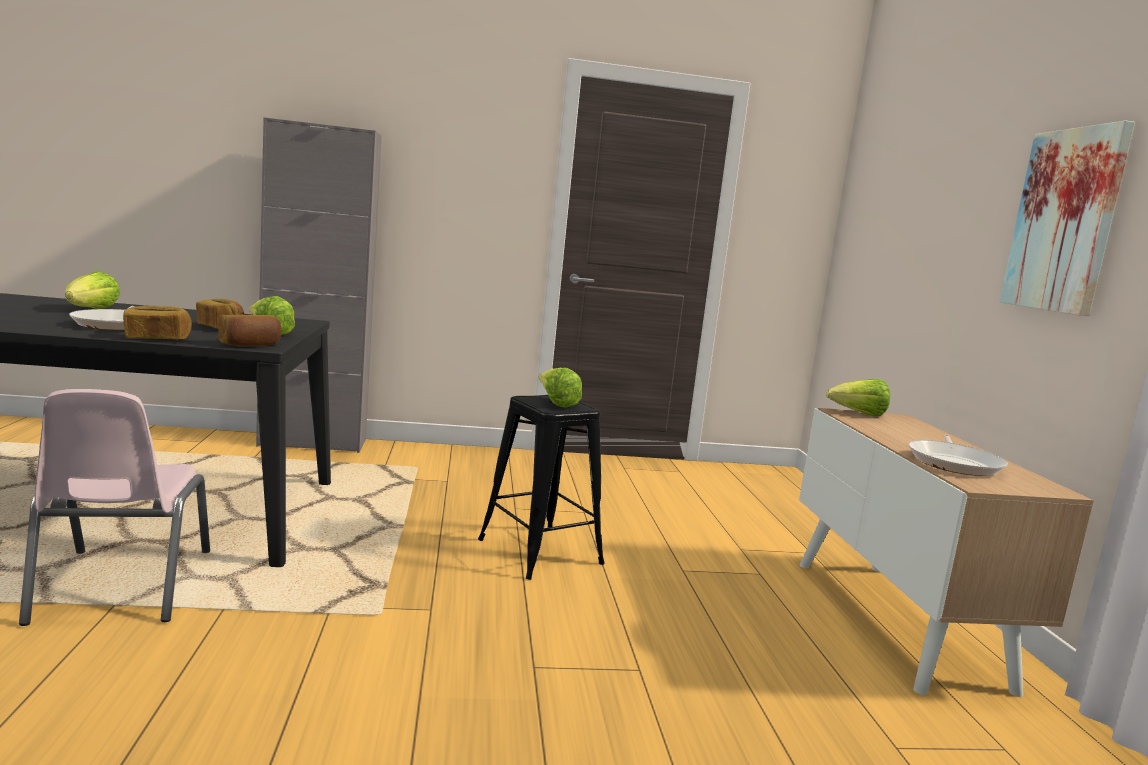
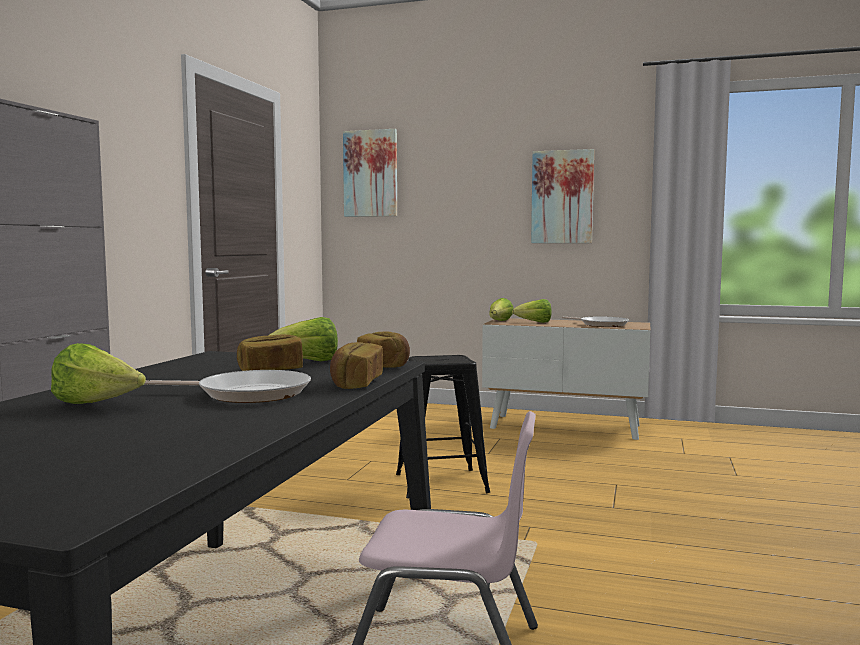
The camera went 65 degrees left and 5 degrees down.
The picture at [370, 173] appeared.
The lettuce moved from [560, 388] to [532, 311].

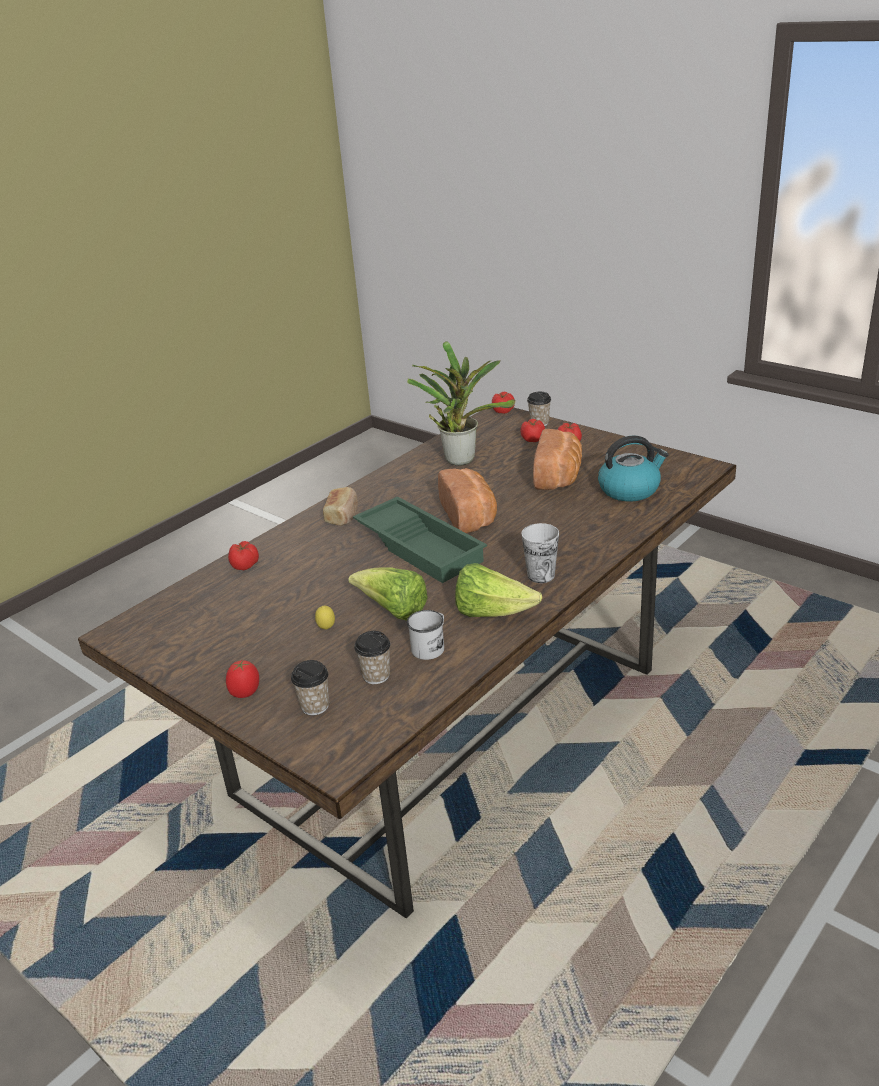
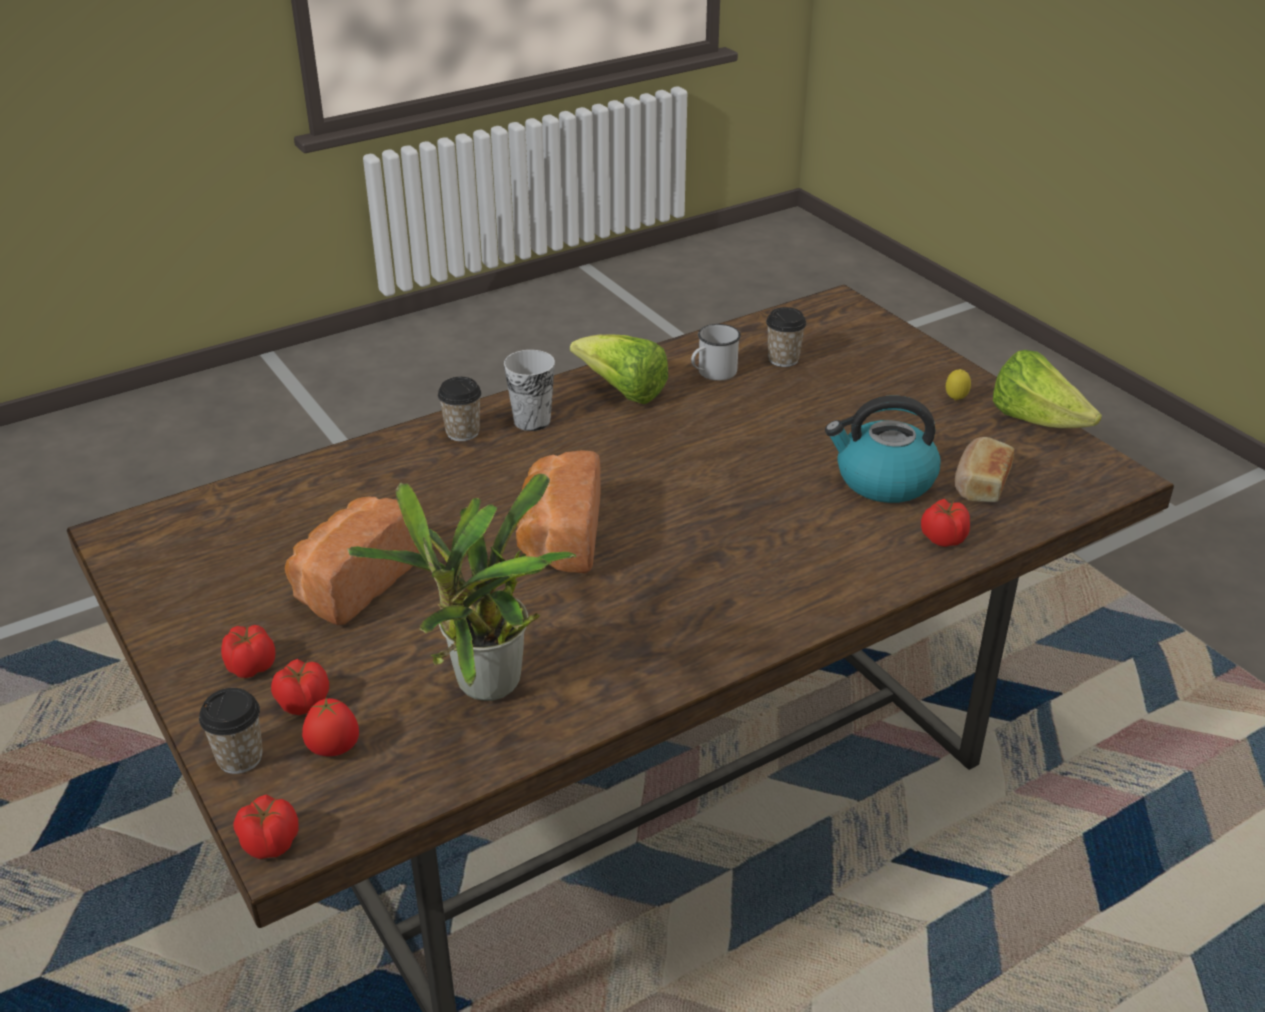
The camera went 165 degrees left and 5 degrees up.
The green tray at [420, 539] disappeared.
The tomato moved from [242, 679] to [330, 727].
The cup moved from [310, 687] to [459, 409].
The lemon moved from [325, 618] to [958, 384].
The bread moved from [340, 506] to [985, 469].
The lettuce moved from [388, 594] to [1047, 389].
The kettle moved from [633, 468] to [883, 449].

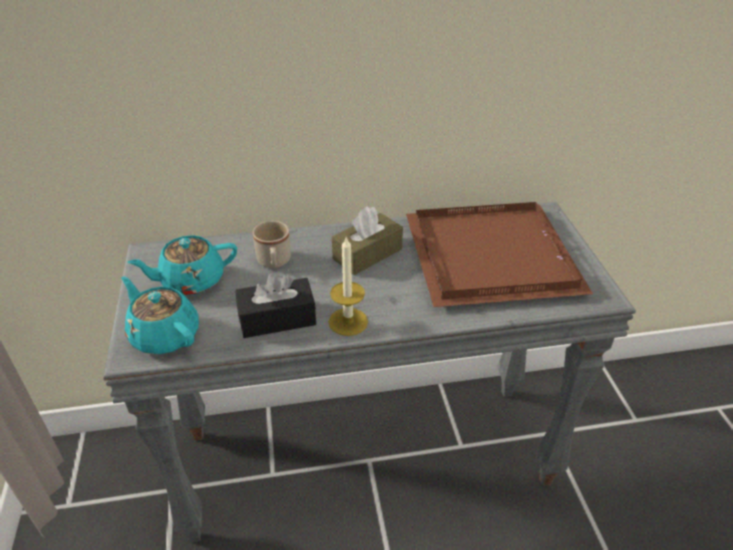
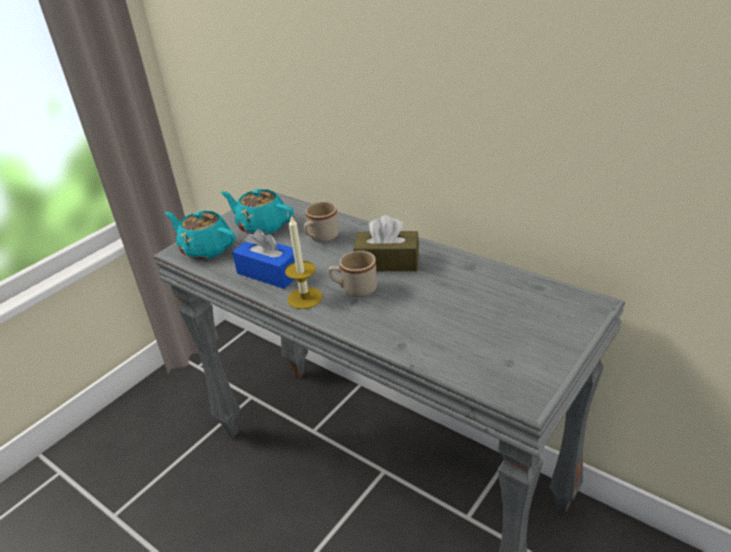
The camera went 50 degrees right and 5 degrees down.
The brown tray at [499, 254] disappeared.
The beige mug at [352, 274] appeared.
The black tissue box at [275, 305] became the blue tissue box at [263, 259].
The turquoise teapot at [160, 315] turned 60 degrees counterclockwise.

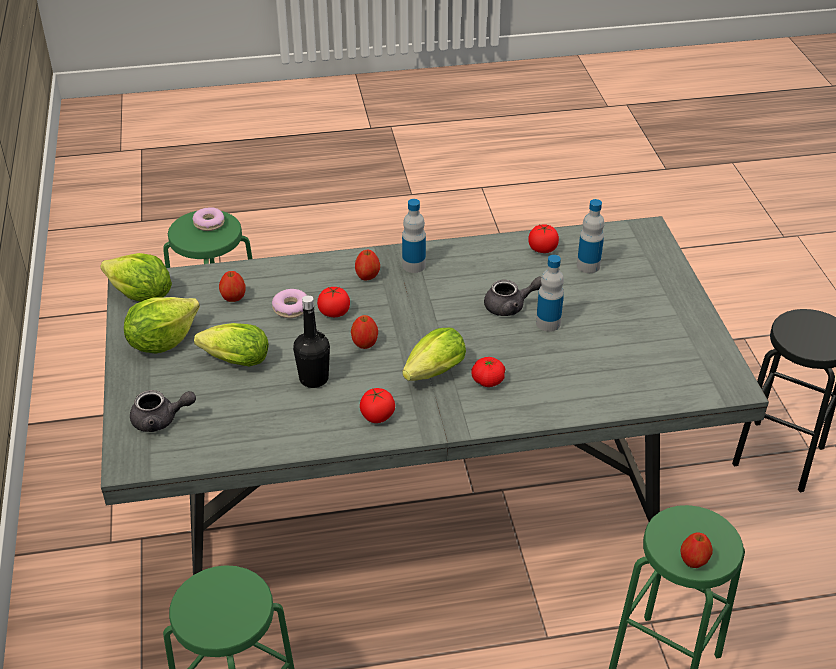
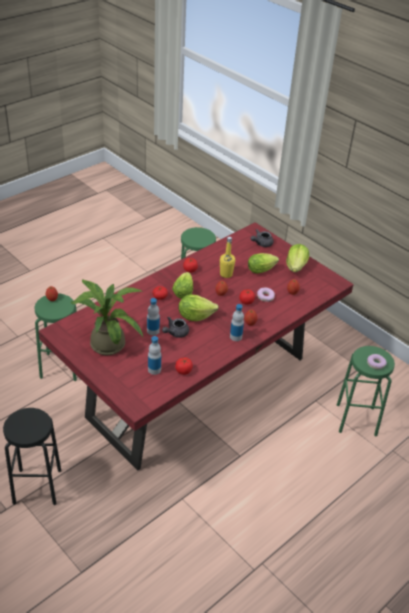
The camera went 145 degrees right and 0 degrees up.
The potted plant at [107, 317] appeared.
The lettuce moved from [136, 277] to [199, 307].
The grey dining table at [435, 395] became the red dining table at [196, 346].
The black bottle at [311, 341] became the yellow bottle at [227, 257].

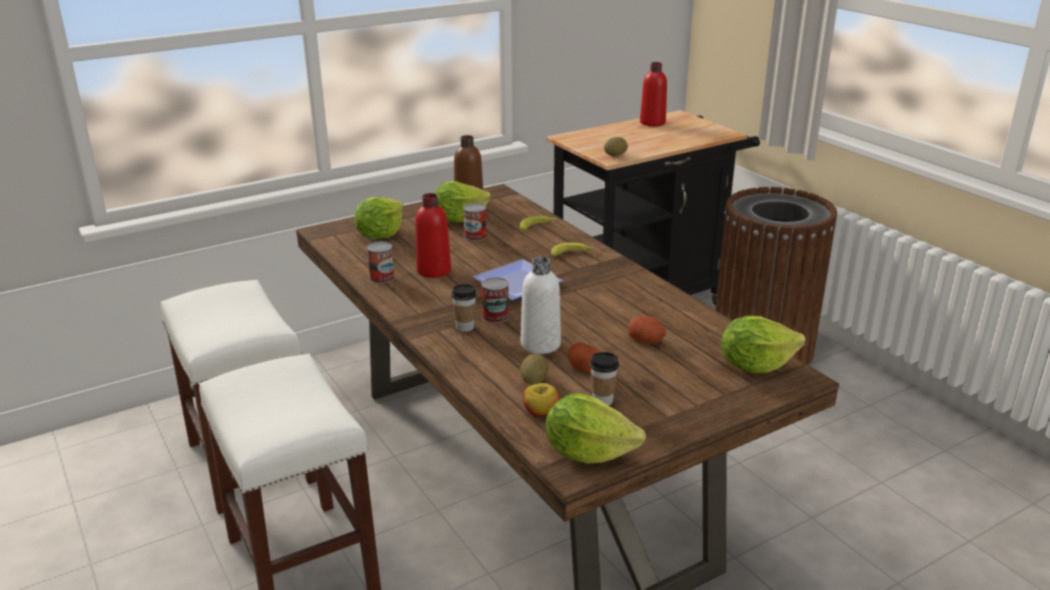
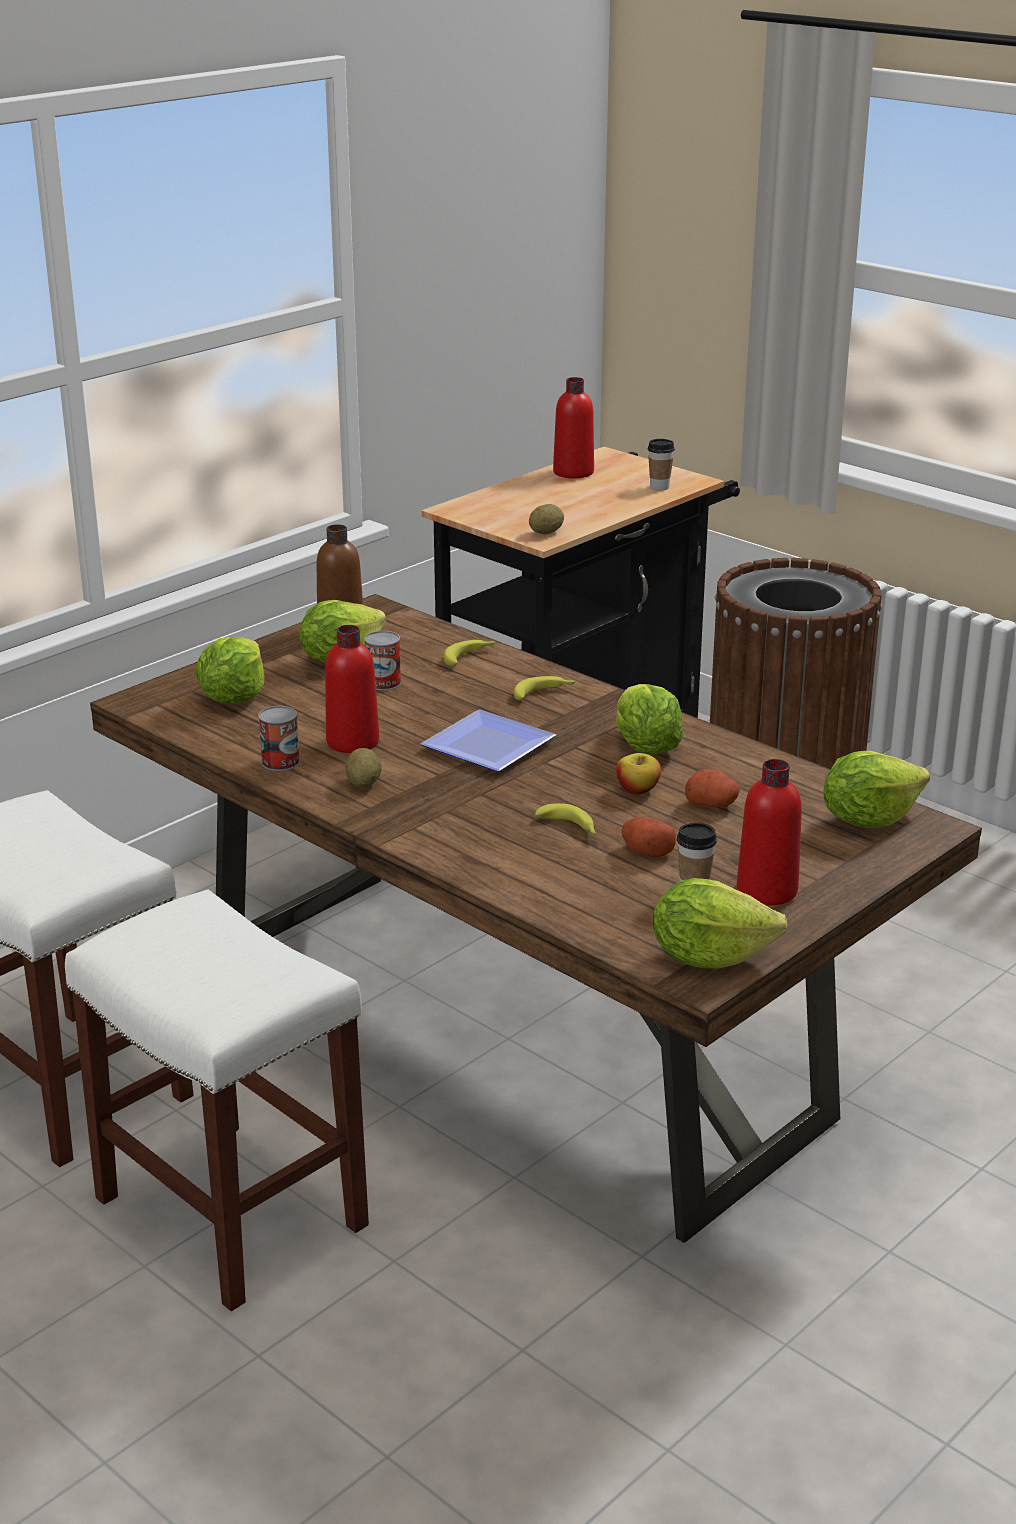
The camera went 15 degrees left and 0 degrees up.
The can at [495, 300] disappeared.
The lettuce at [649, 719] appeared.
The red bottle at [769, 832] appeared.
The cup moved from [464, 308] to [661, 465].
The potato moved from [534, 369] to [363, 767].
The apple moved from [541, 400] to [638, 774].
The white bottle at [541, 305] was replaced by the banana at [565, 819].

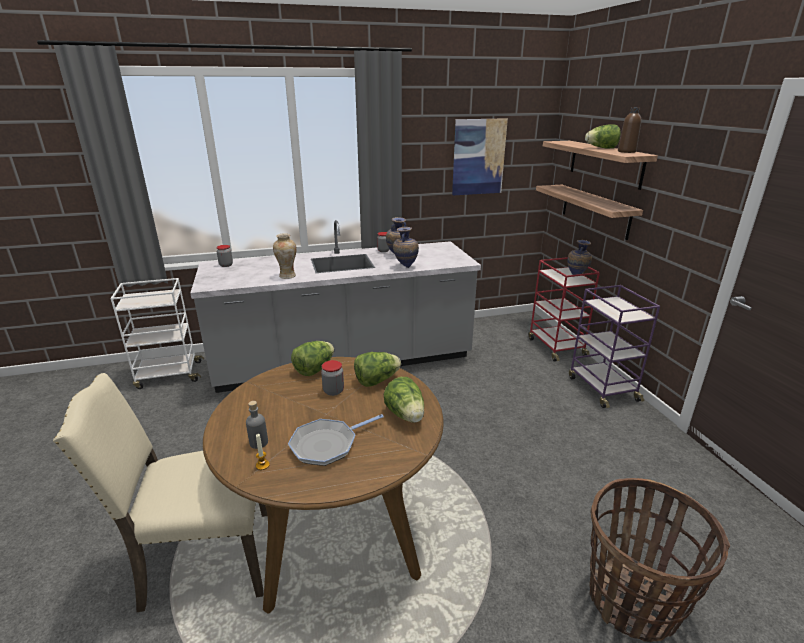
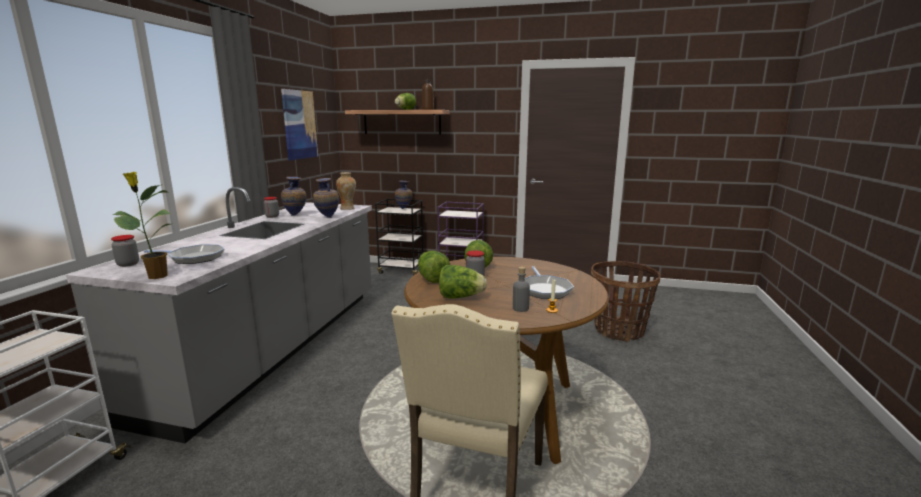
The camera went 60 degrees left and 10 degrees down.
The shelf at [589, 212] disappeared.
The potted plant at [142, 225] appeared.
The frying pan at [184, 254] appeared.
The vase moved from [284, 256] to [346, 191].
The lettuce moved from [403, 400] to [463, 282].
The red cart at [564, 309] became the black cart at [399, 237].

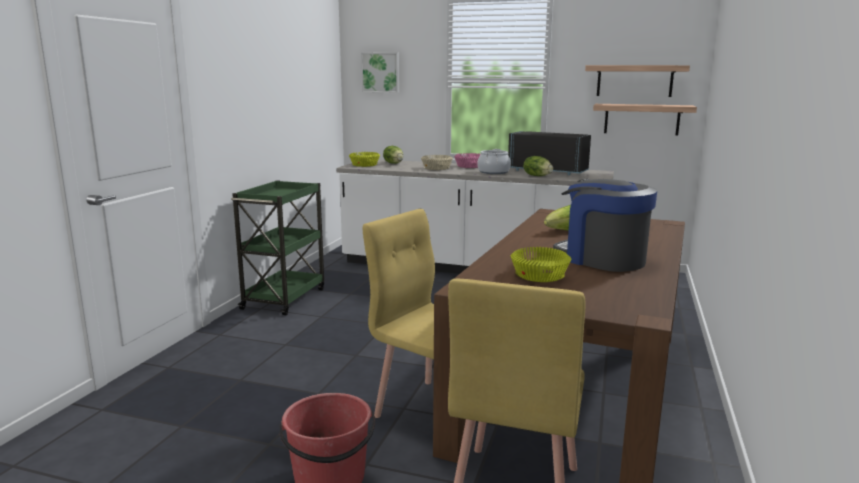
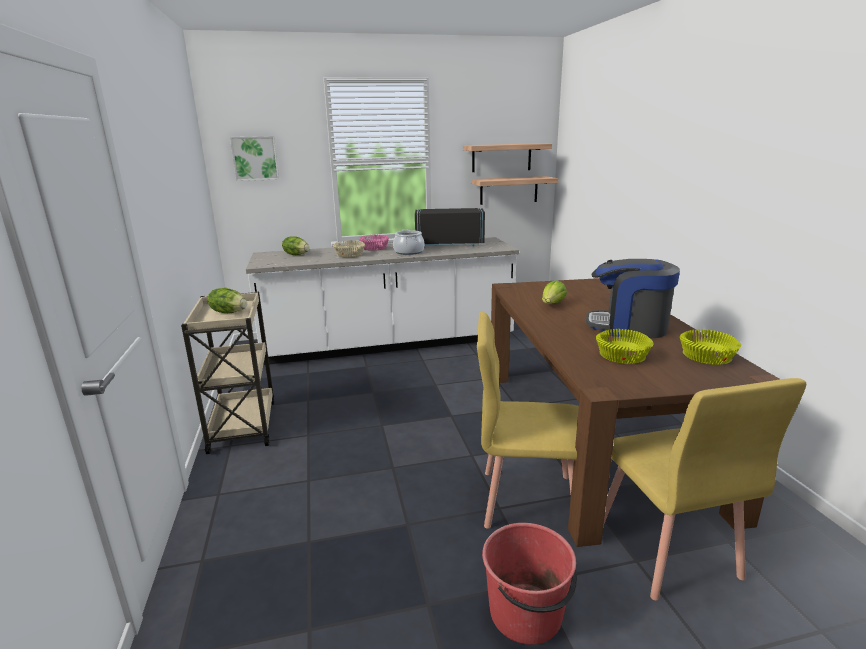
The camera went 30 degrees left and 5 degrees up.
The yellow bowl moved from [364, 159] to [710, 347].
The lettuce moved from [538, 166] to [227, 300].
The green cart at [277, 248] became the beige cart at [228, 373].

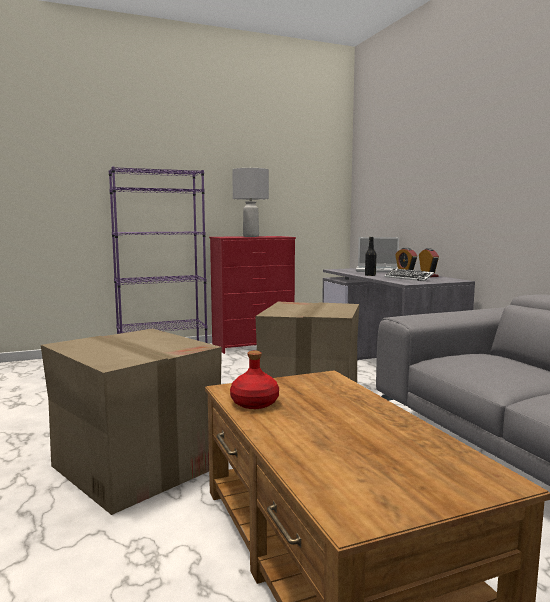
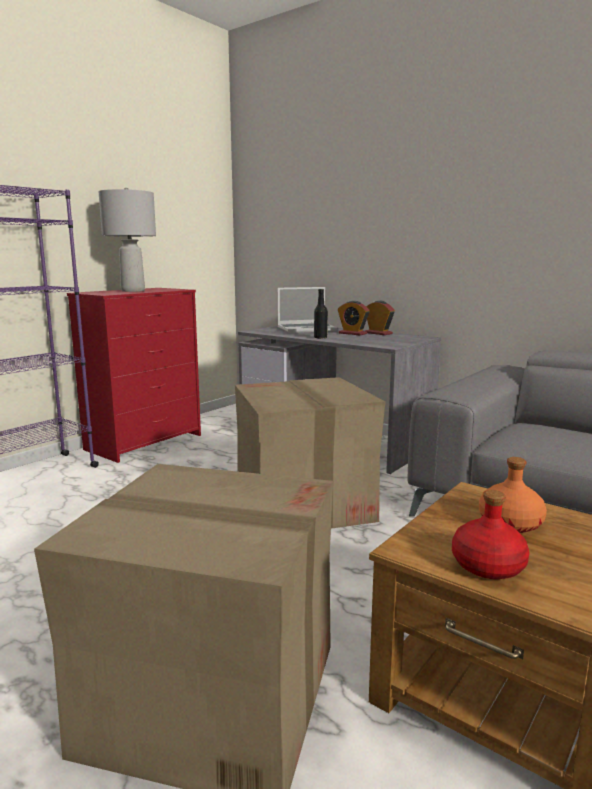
The camera went 30 degrees left and 5 degrees up.
The keyboard at [409, 274] disappeared.
The orange bottle at [513, 495] appeared.

